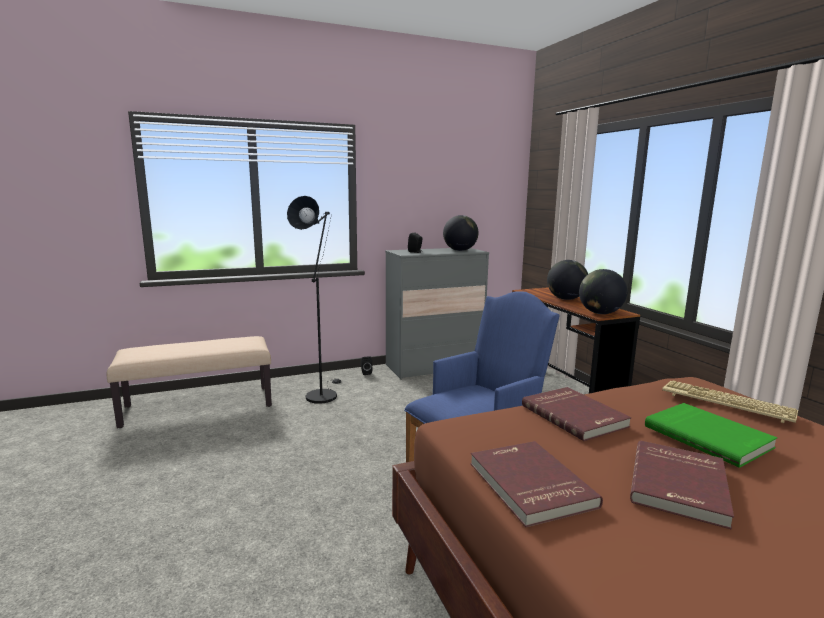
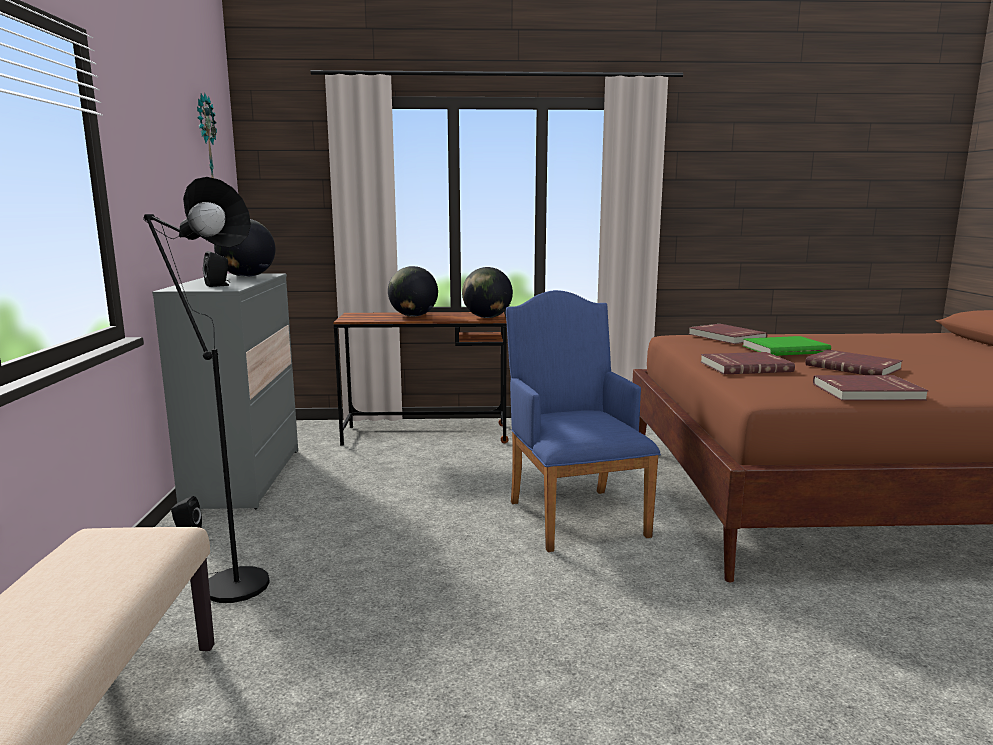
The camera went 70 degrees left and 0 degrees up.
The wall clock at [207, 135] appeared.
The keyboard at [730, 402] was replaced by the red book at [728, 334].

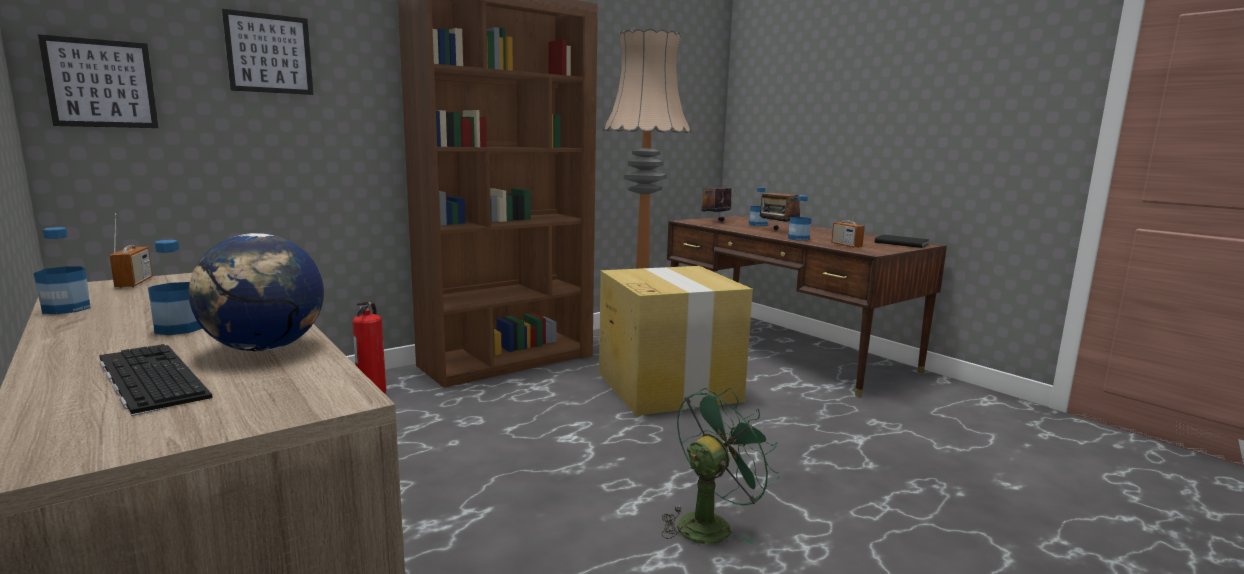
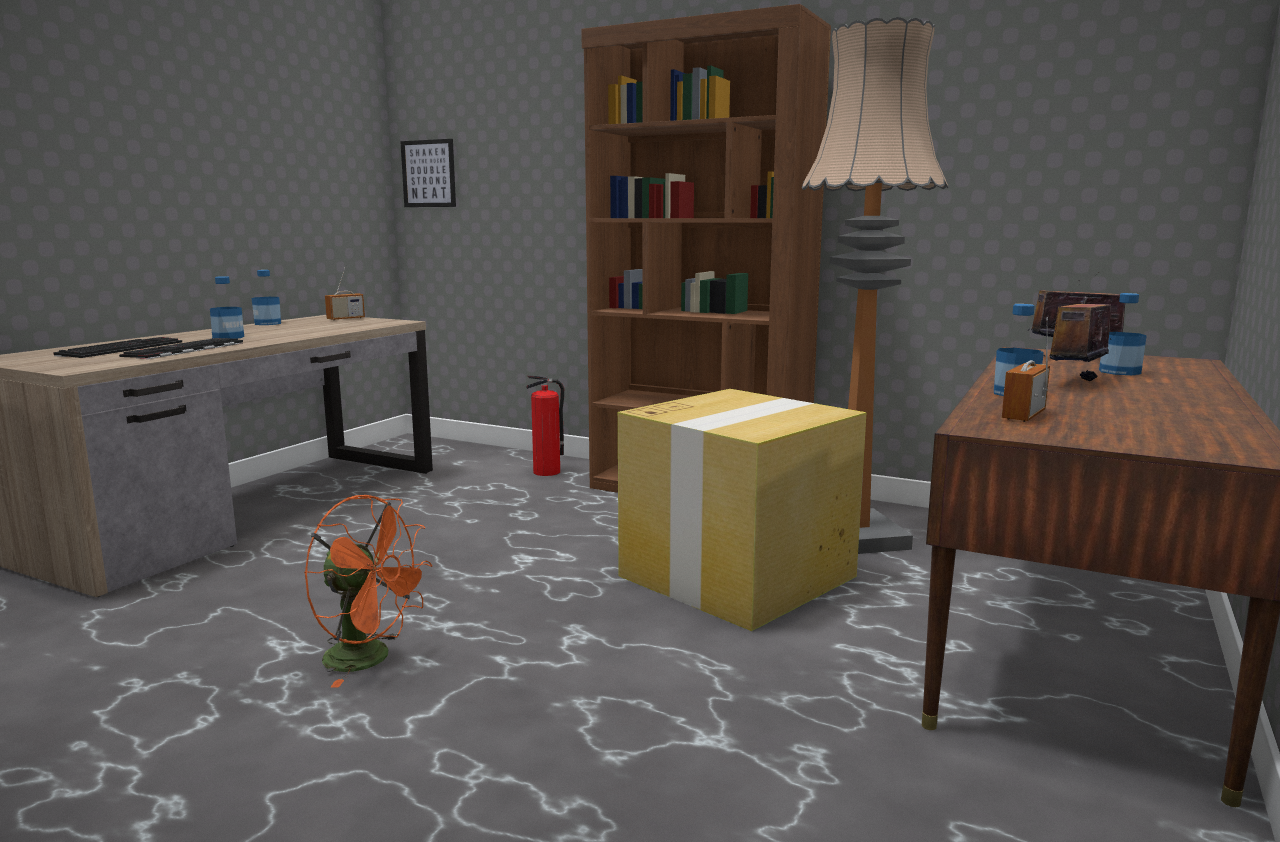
The camera went 65 degrees right and 0 degrees up.
The picture at [267, 52] disappeared.
The black book at [902, 241] disappeared.
The globe at [256, 292] was replaced by the keyboard at [181, 348].
The green fan at [720, 466] became the orange fan at [368, 591].

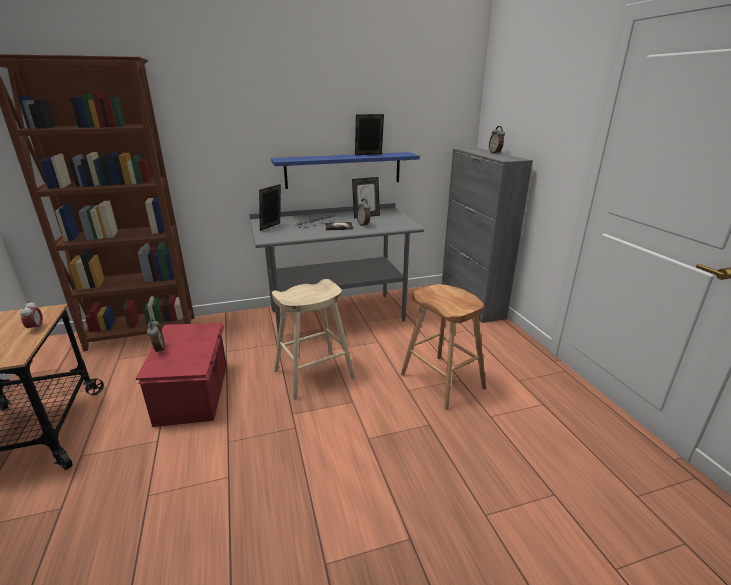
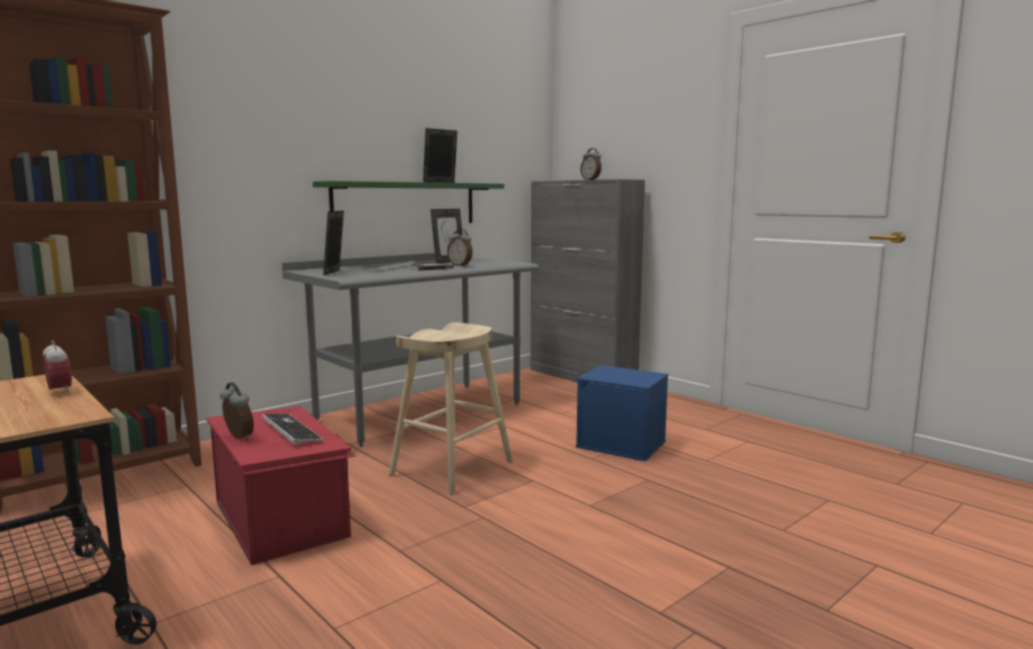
The camera went 25 degrees left and 15 degrees down.
The keyboard at [292, 429] appeared.
The brown stool at [443, 347] was replaced by the blue storage box at [622, 413].
The blue shelf at [345, 170] became the green shelf at [408, 202].

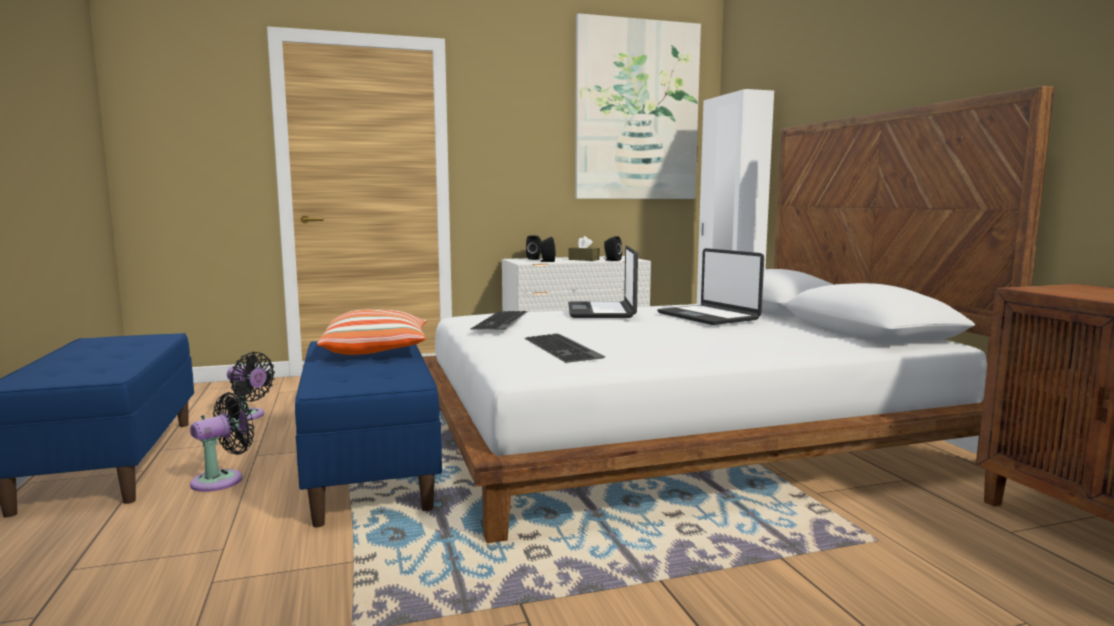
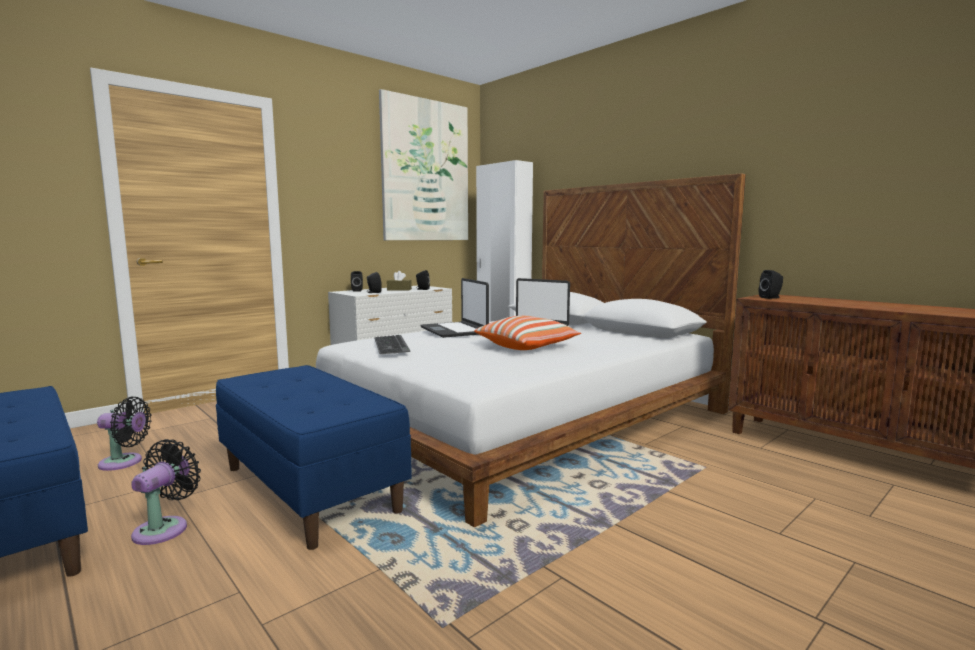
The camera went 25 degrees left and 0 degrees up.
The keyboard at [564, 348] disappeared.
The black speaker at [771, 284] appeared.
The pillow moved from [372, 332] to [527, 333].

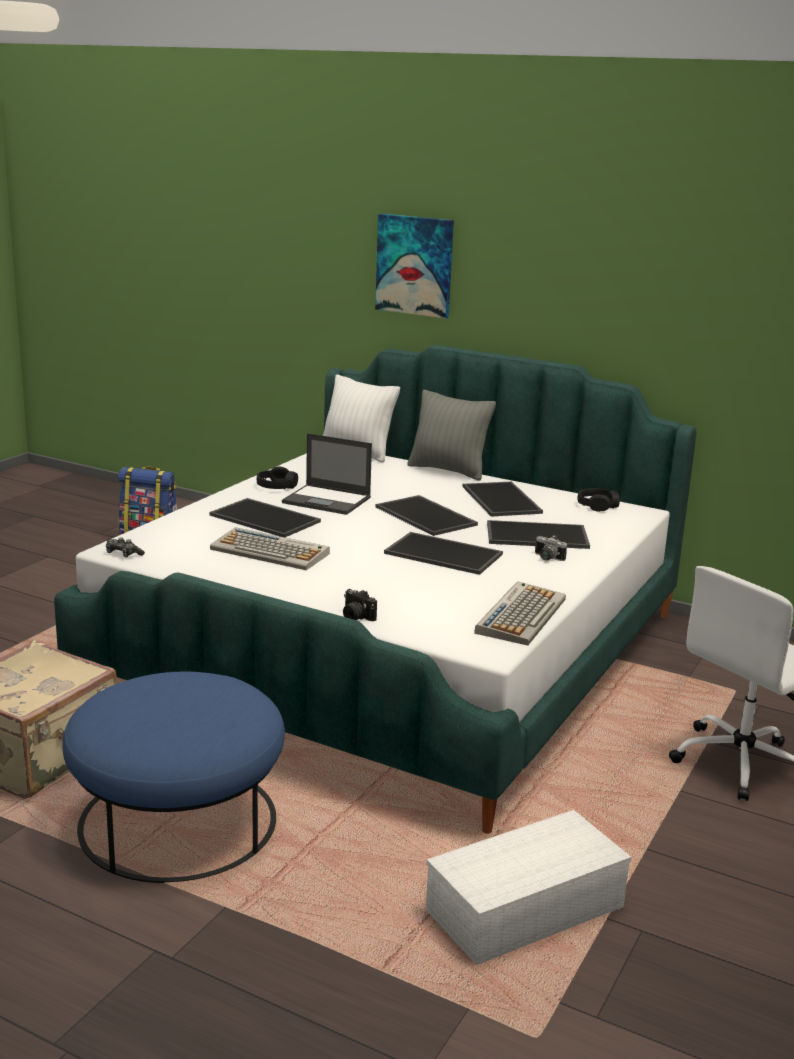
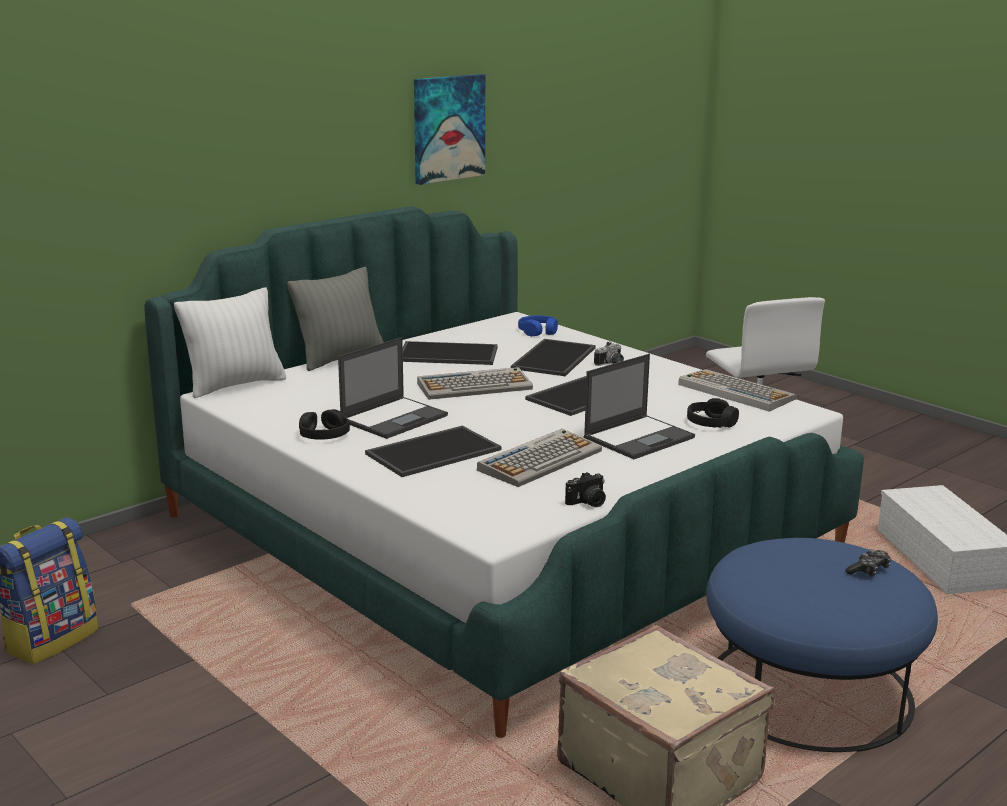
The camera went 70 degrees left and 0 degrees up.
The blue headphones at [538, 325] appeared.
The laptop at [639, 406] appeared.
The game controller moved from [125, 547] to [868, 563].
The photo camera moved from [360, 605] to [585, 489].
The picture moved from [414, 266] to [449, 129].
The black headphones moved from [599, 500] to [713, 413].
The tray at [427, 515] was replaced by the keyboard at [475, 383].

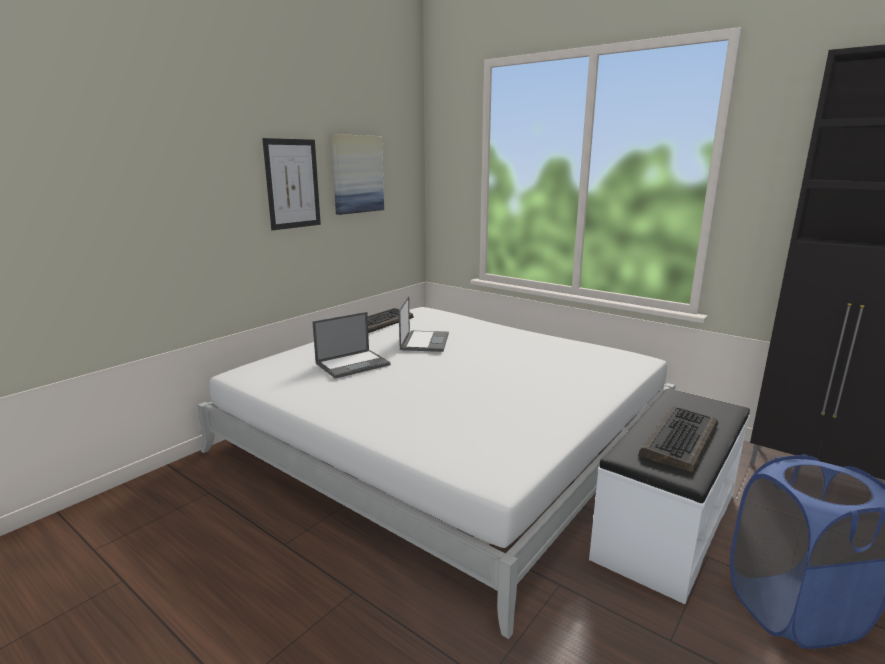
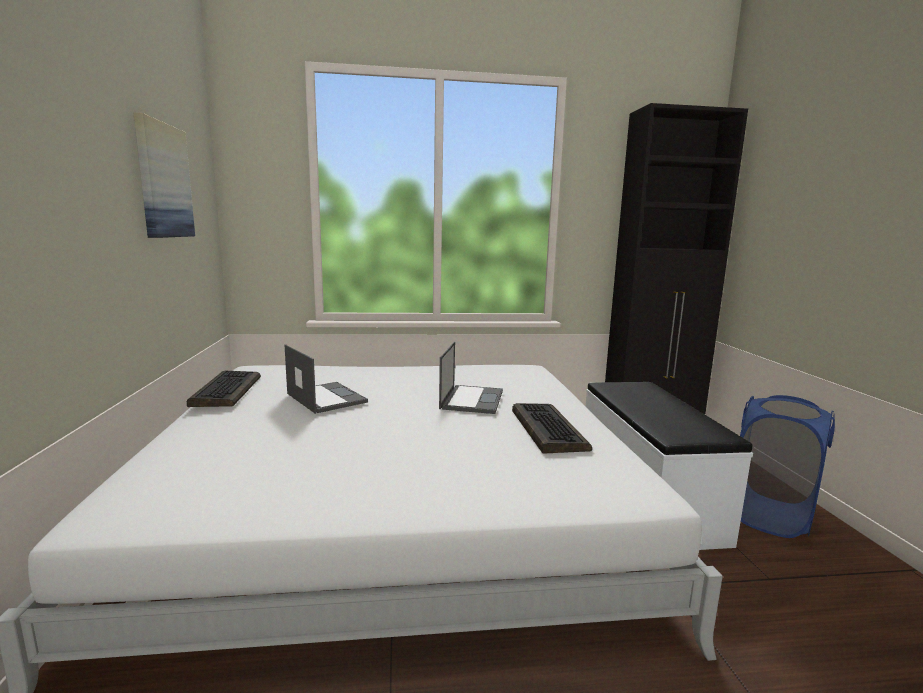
The camera went 45 degrees left and 5 degrees down.
The picture at [291, 184] disappeared.
The laptop moved from [351, 345] to [471, 378].
The keyboard moved from [678, 439] to [552, 428].

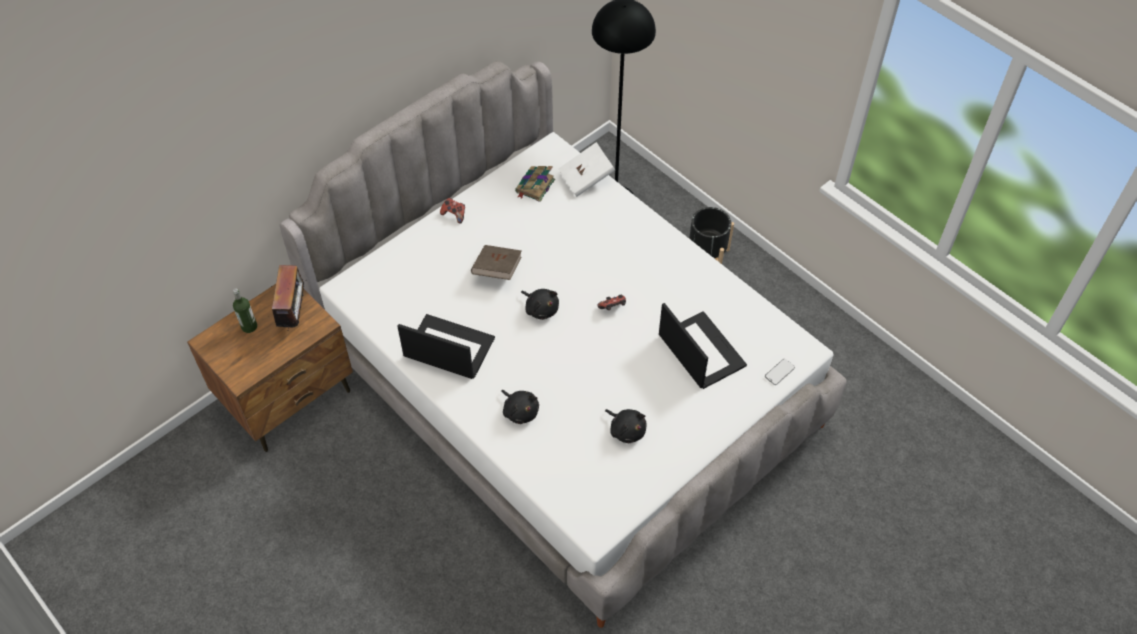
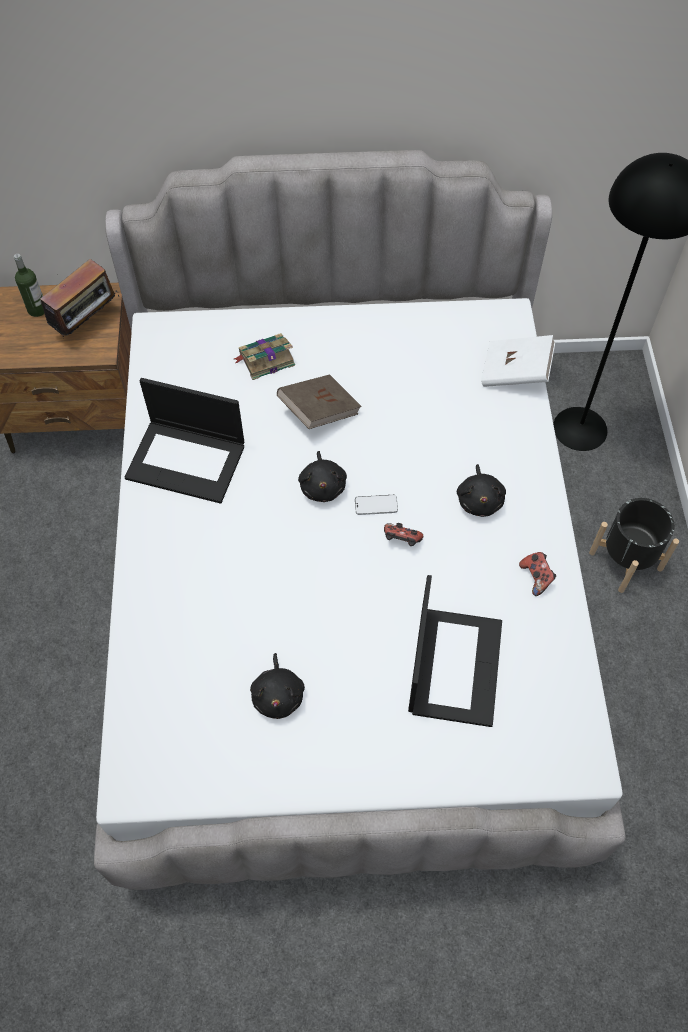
The camera went 40 degrees right and 5 degrees up.
The game controller moved from [452, 211] to [537, 574].
The black plush toy moved from [520, 407] to [481, 490].
The book moved from [535, 184] to [264, 356].
The phone moved from [780, 372] to [376, 505].
The laptop at [446, 346] turned 135 degrees clockwise.

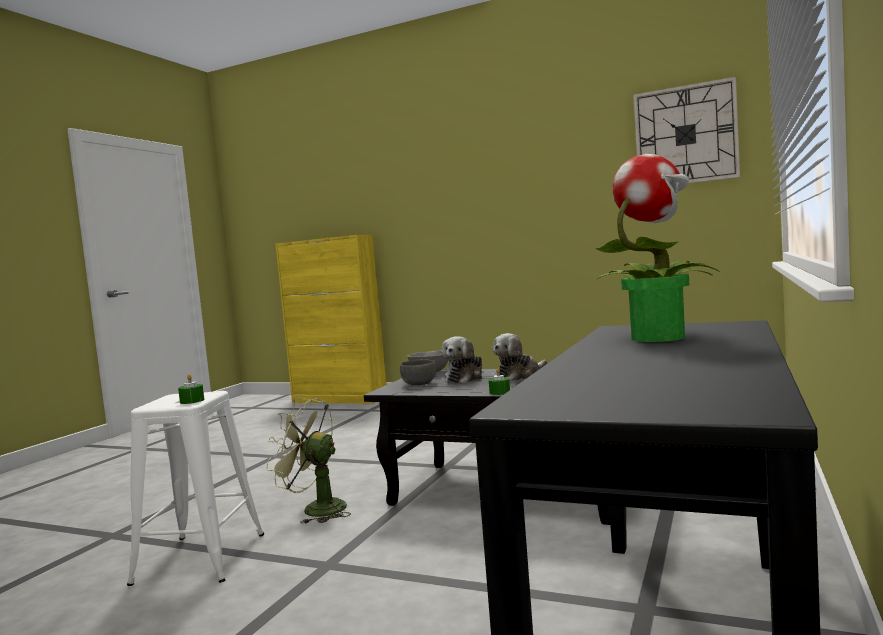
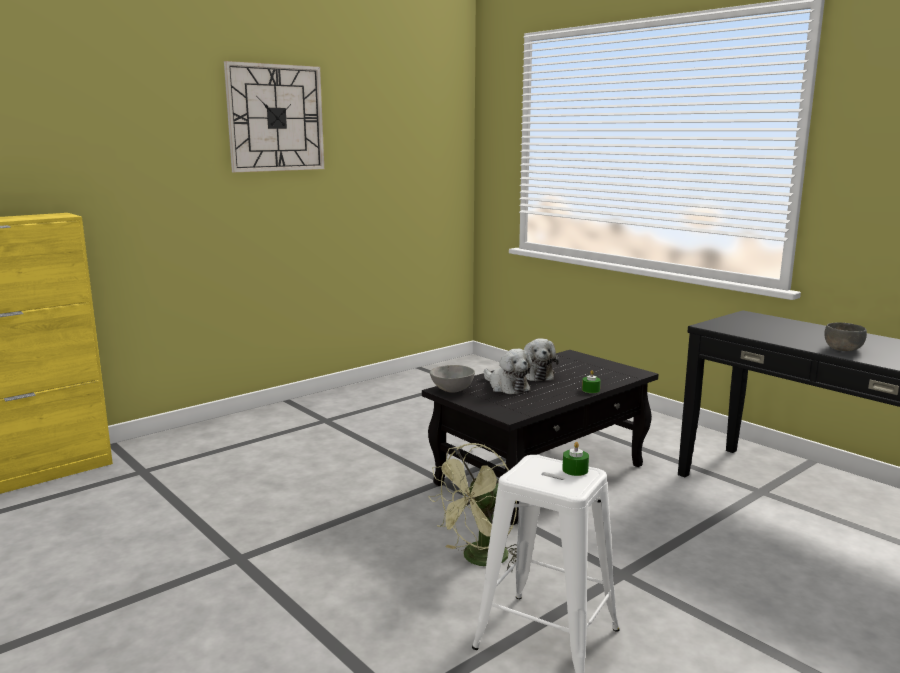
The camera went 65 degrees left and 10 degrees up.
The potted plant at [657, 248] disappeared.
The grey bowl moved from [418, 372] to [845, 336].
The wall clock moved from [686, 130] to [274, 116].

